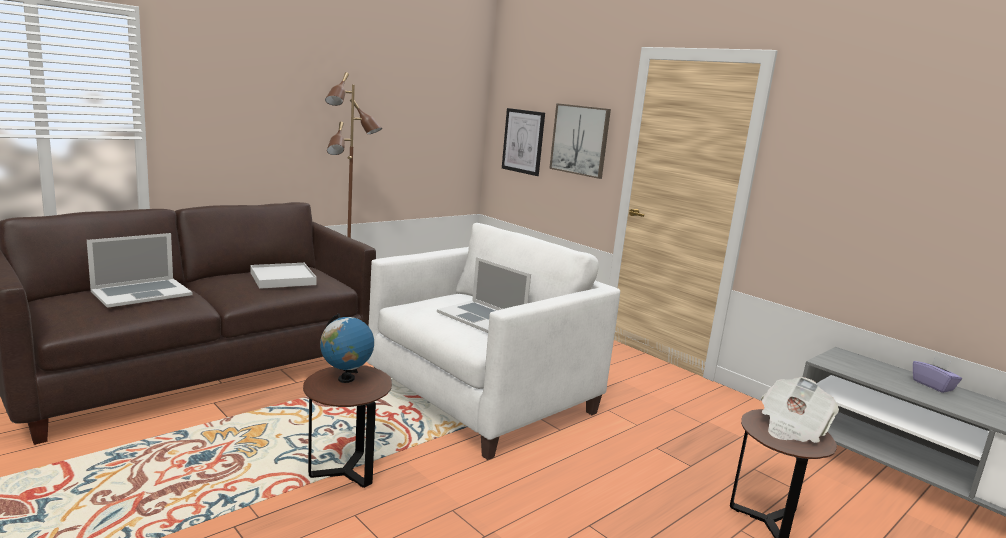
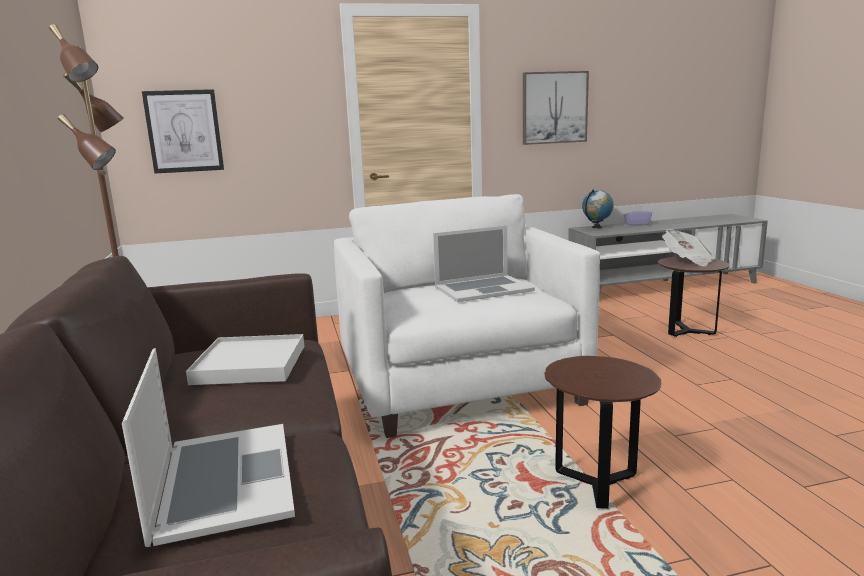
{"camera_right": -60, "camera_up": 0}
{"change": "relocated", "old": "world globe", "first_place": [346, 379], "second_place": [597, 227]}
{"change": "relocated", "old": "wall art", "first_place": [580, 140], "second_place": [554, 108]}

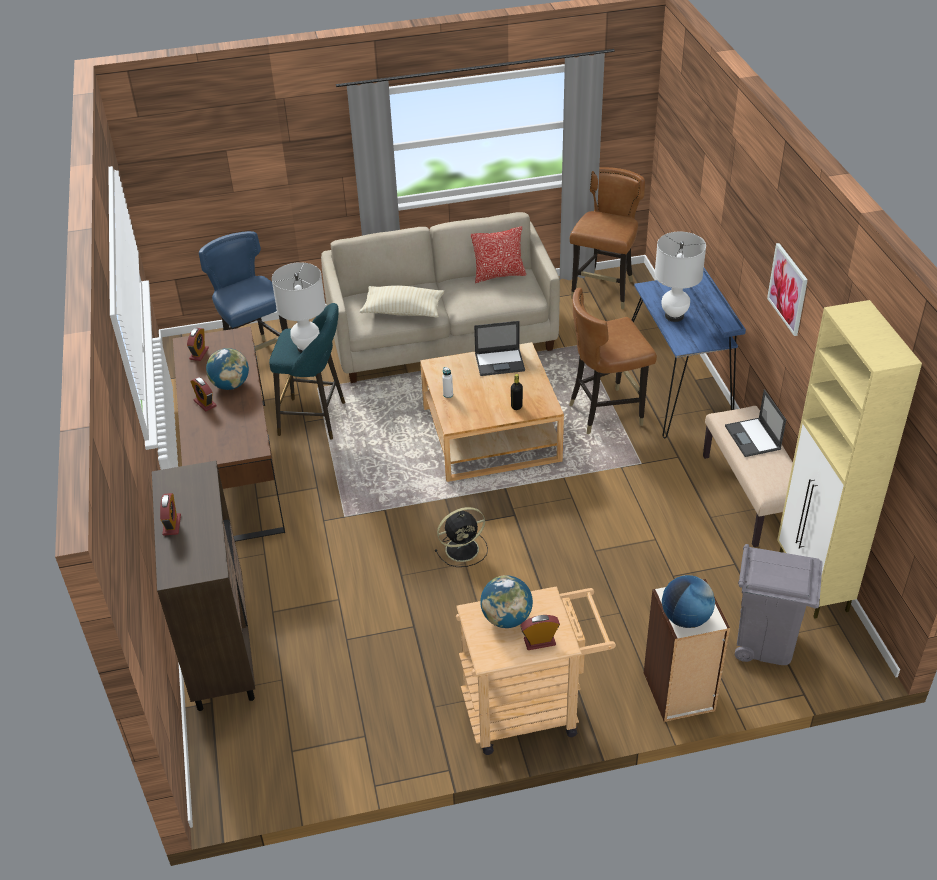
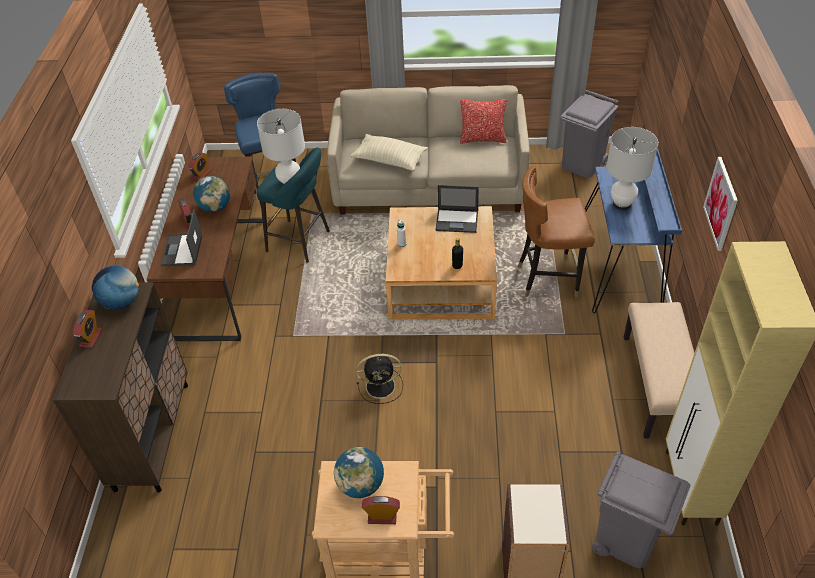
{"camera_right": 15, "camera_up": 5}
{"change": "exchanged", "old": "brown upright chair", "new": "greyish waste bin", "first_place": [604, 291], "second_place": [582, 164]}
{"change": "relocated", "old": "world globe", "first_place": [686, 618], "second_place": [122, 302]}
{"change": "relocated", "old": "notebook computer", "first_place": [753, 438], "second_place": [182, 251]}

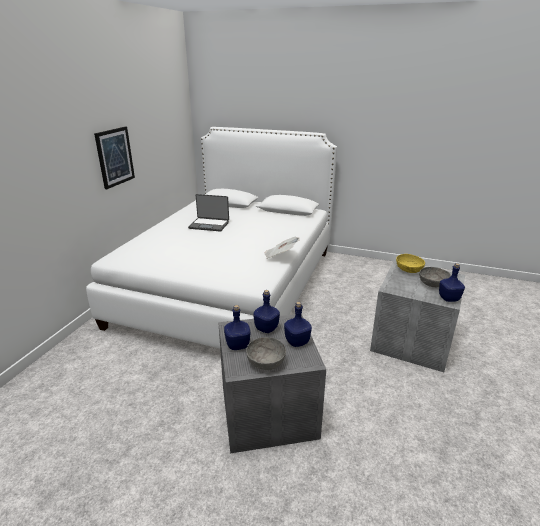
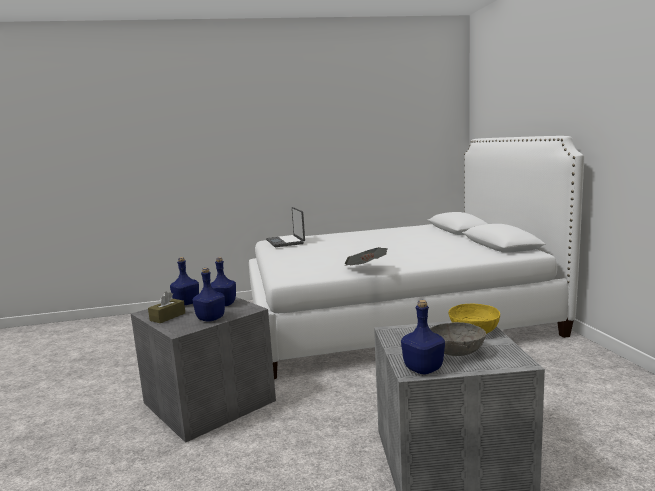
{"camera_right": 60, "camera_up": -15}
{"change": "missing", "old": "wall art", "first_place": [115, 157]}
{"change": "relocated", "old": "notebook computer", "first_place": [209, 225], "second_place": [286, 242]}
{"change": "exchanged", "old": "greyish deep dish", "new": "brown tissue box", "first_place": [266, 362], "second_place": [167, 317]}

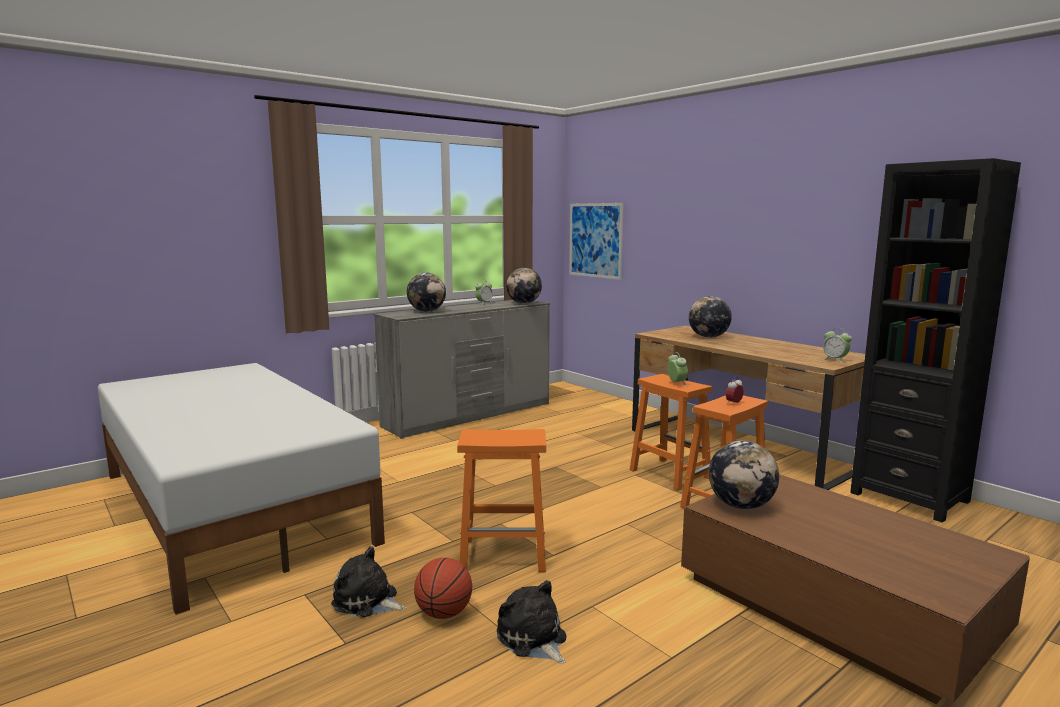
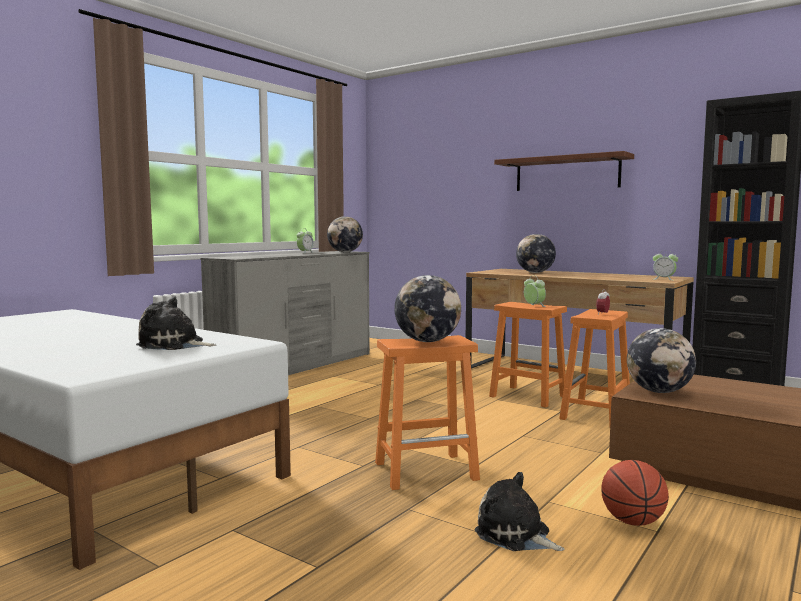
{"camera_right": -15, "camera_up": -5}
{"change": "relocated", "old": "soft toy", "first_place": [367, 601], "second_place": [174, 345]}
{"change": "relocated", "old": "world globe", "first_place": [427, 311], "second_place": [427, 341]}
{"change": "relocated", "old": "basketball", "first_place": [444, 613], "second_place": [633, 522]}
{"change": "missing", "old": "wall art", "first_place": [595, 240]}
{"change": "appeared", "new": "brown bracket shelf", "second_place": [566, 173]}

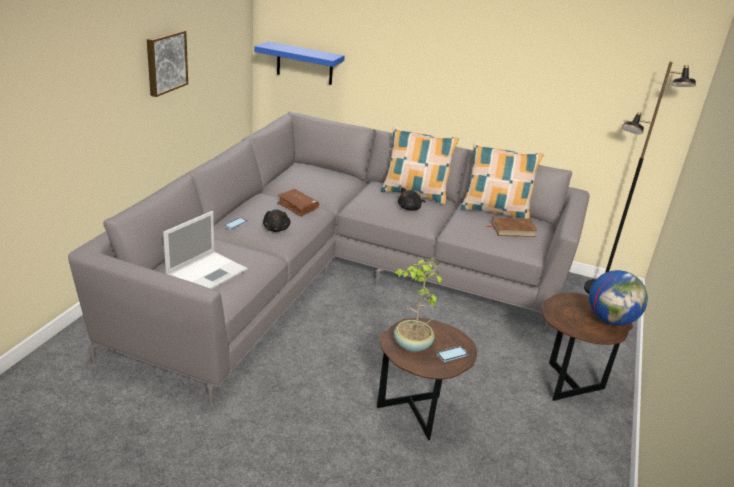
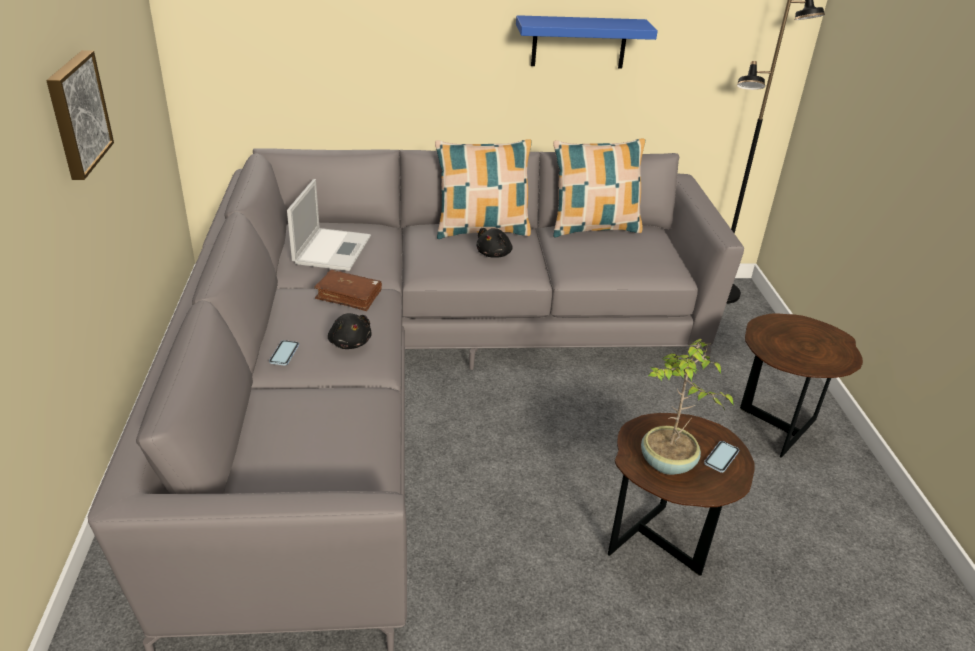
{"camera_right": -25, "camera_up": 5}
{"change": "relocated", "old": "notebook computer", "first_place": [208, 272], "second_place": [332, 249]}
{"change": "relocated", "old": "blue-coloured bracket shelf", "first_place": [304, 63], "second_place": [579, 42]}
{"change": "missing", "old": "brown bound book", "first_place": [512, 230]}
{"change": "missing", "old": "world globe", "first_place": [610, 320]}

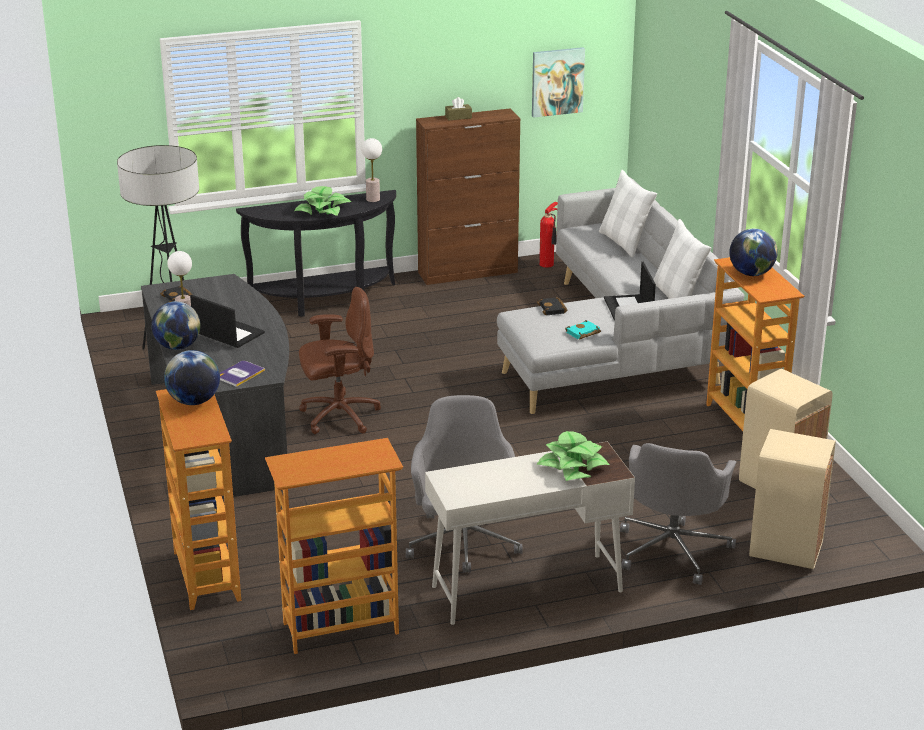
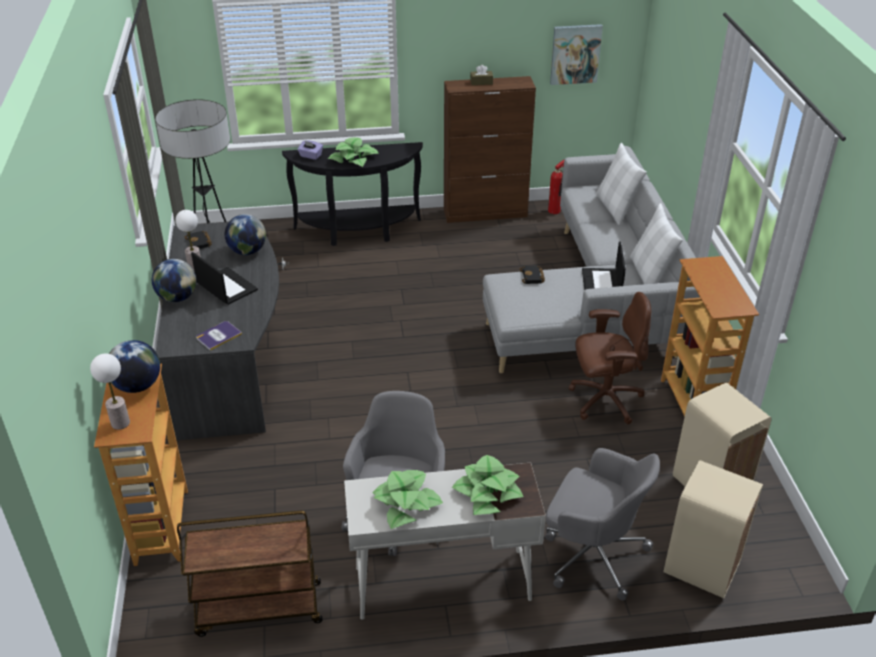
{"camera_right": 10, "camera_up": 10}
{"change": "exchanged", "old": "bookshelf", "new": "brown trolley", "first_place": [340, 629], "second_place": [258, 609]}
{"change": "relocated", "old": "brown desk chair", "first_place": [338, 416], "second_place": [604, 400]}
{"change": "relocated", "old": "lamp for a table", "first_place": [373, 199], "second_place": [120, 423]}
{"change": "missing", "old": "turquoise-coloured bound book", "first_place": [583, 333]}
{"change": "spun", "old": "greyish desk chair", "first_place": [673, 549], "second_place": [592, 553], "degrees": -90}
{"change": "relocated", "old": "world globe", "first_place": [751, 273], "second_place": [247, 251]}
{"change": "appeared", "new": "purple tissue box", "second_place": [310, 156]}
{"change": "appeared", "new": "houseplant", "second_place": [406, 503]}

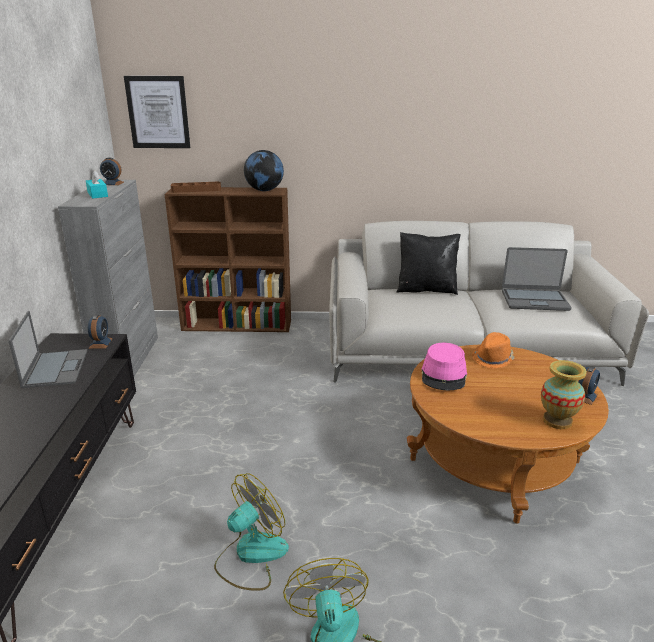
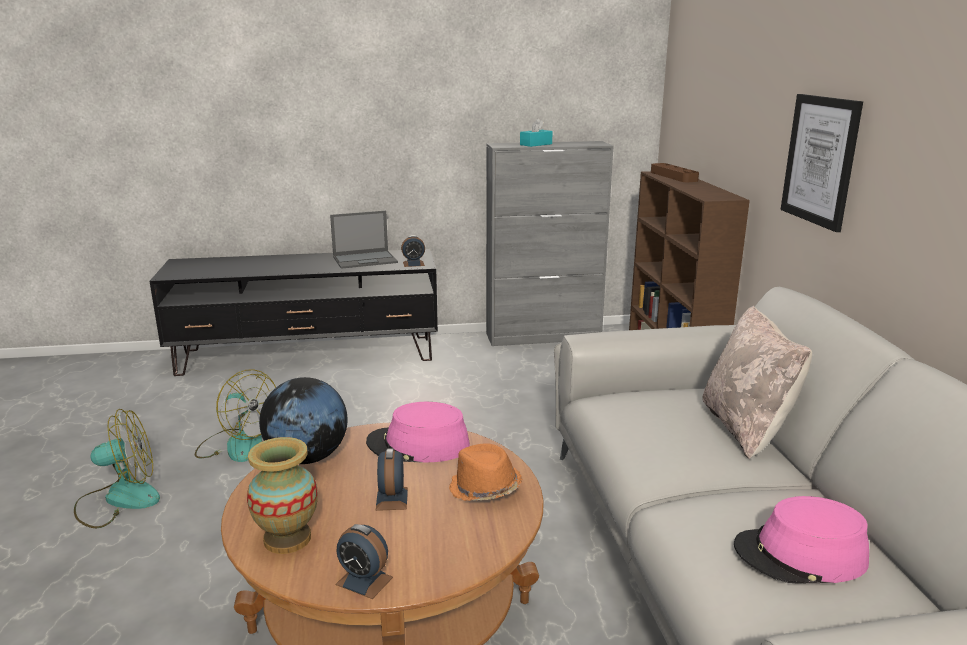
{"camera_right": 80, "camera_up": -5}
{"change": "relocated", "old": "bedside clock", "first_place": [113, 183], "second_place": [392, 498]}
{"change": "relocated", "old": "wall art", "first_place": [158, 112], "second_place": [820, 160]}
{"change": "relocated", "old": "world globe", "first_place": [264, 190], "second_place": [307, 457]}
{"change": "colour", "old": "blackish pillow", "new": "beige pillow", "first_place": [426, 289], "second_place": [746, 429]}
{"change": "exchanged", "old": "notebook computer", "new": "pink-coloured clothing hat", "first_place": [534, 300], "second_place": [800, 555]}

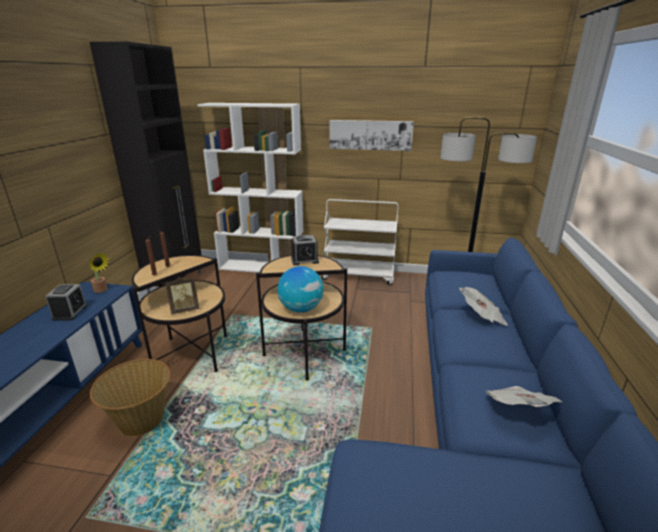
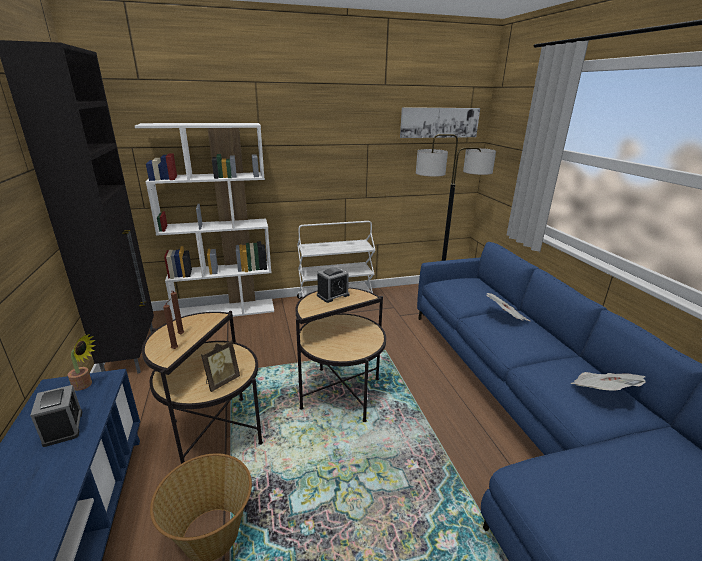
{"camera_right": -25, "camera_up": 0}
{"change": "missing", "old": "world globe", "first_place": [301, 309]}
{"change": "relocated", "old": "wall art", "first_place": [370, 135], "second_place": [439, 122]}

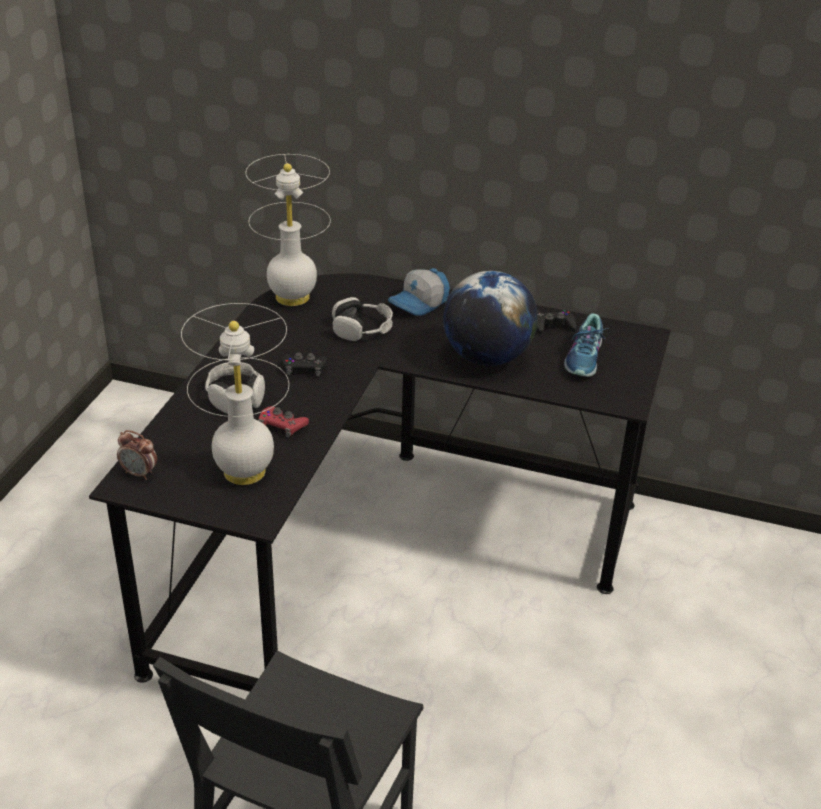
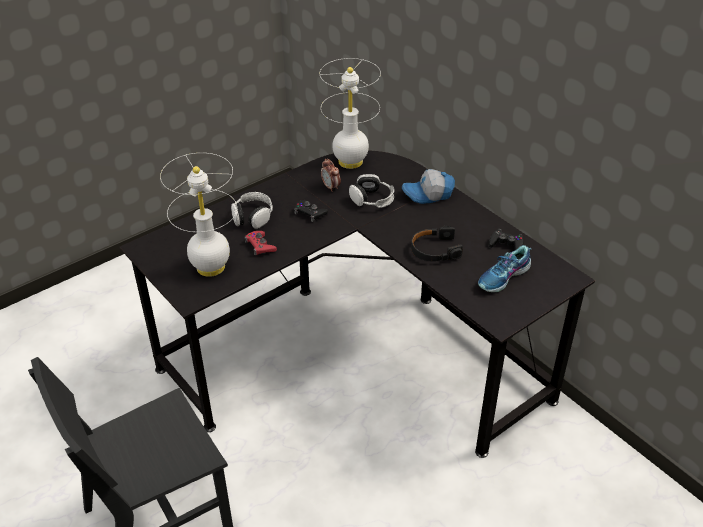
{"camera_right": 35, "camera_up": 5}
{"change": "relocated", "old": "bedside clock", "first_place": [139, 473], "second_place": [331, 187]}
{"change": "exchanged", "old": "world globe", "new": "blackish headset", "first_place": [487, 357], "second_place": [434, 250]}

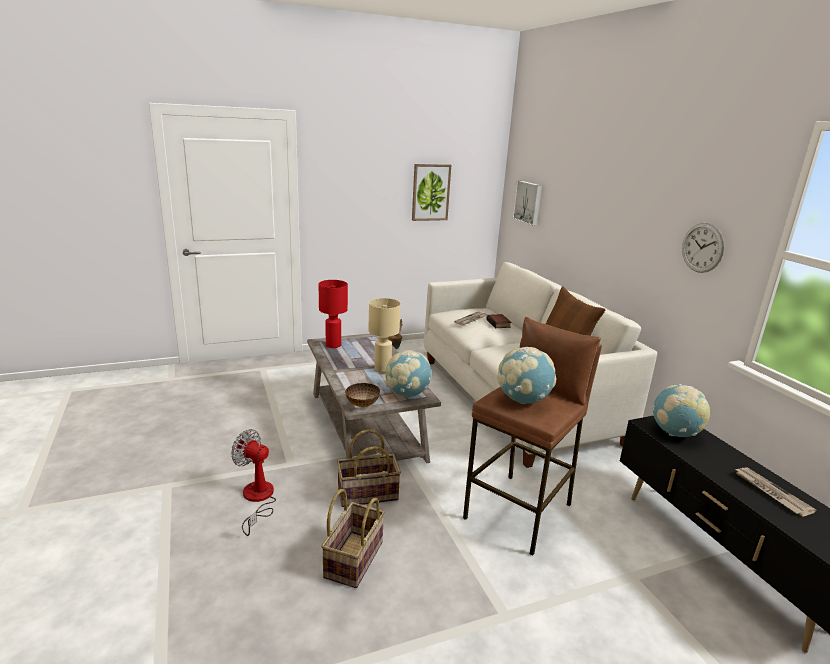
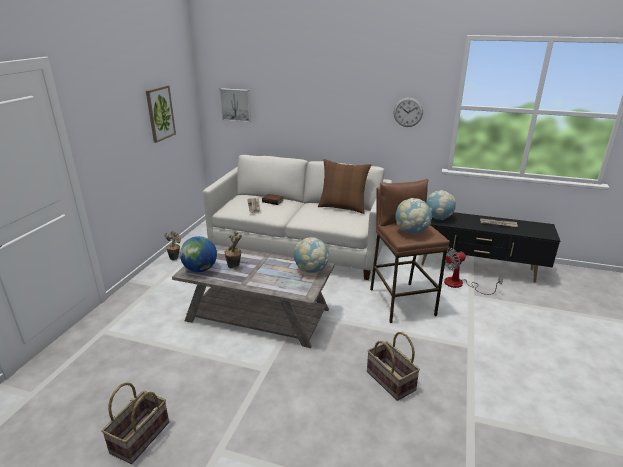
{"camera_right": -50, "camera_up": 5}
{"change": "relocated", "old": "cooling fan", "first_place": [257, 499], "second_place": [460, 284]}
{"change": "exchanged", "old": "red-coloured lamp for a table", "new": "world globe", "first_place": [333, 345], "second_place": [200, 269]}
{"change": "relocated", "old": "household basket", "first_place": [367, 495], "second_place": [141, 438]}
{"change": "missing", "old": "deep dish", "first_place": [362, 405]}
{"change": "missing", "old": "beige lamp for a table", "first_place": [383, 369]}
{"change": "appeared", "new": "houseplant", "second_place": [234, 266]}

